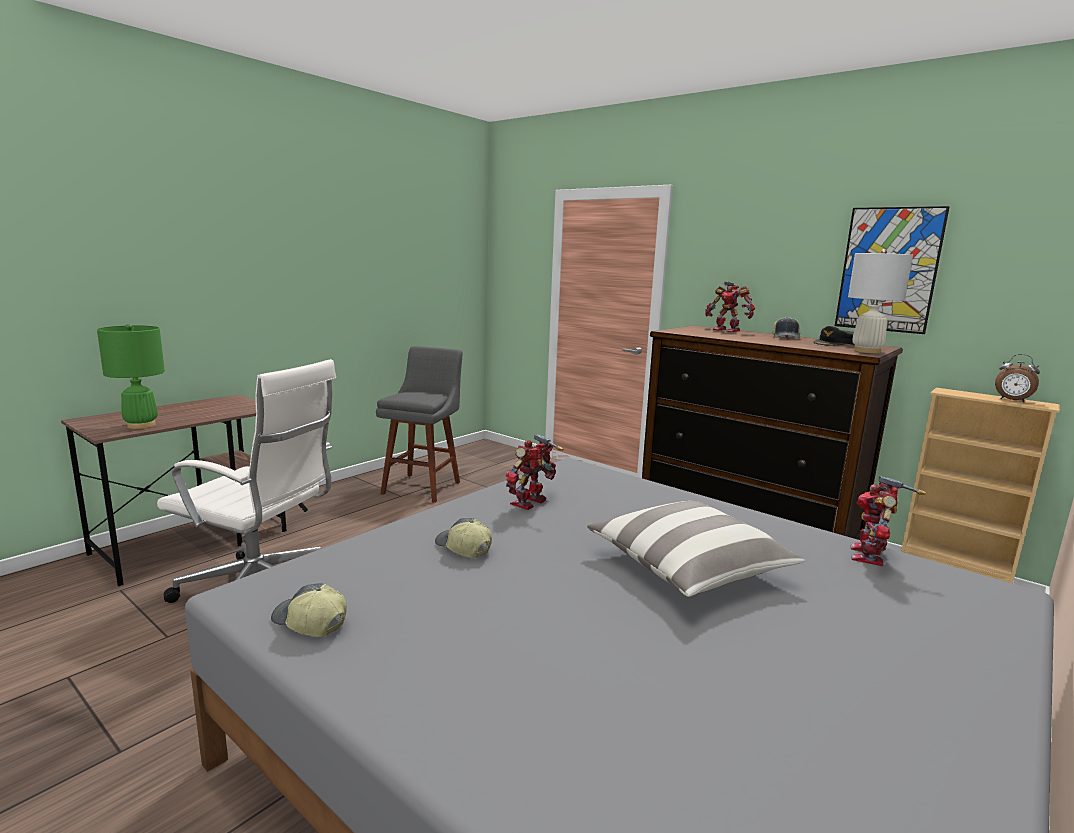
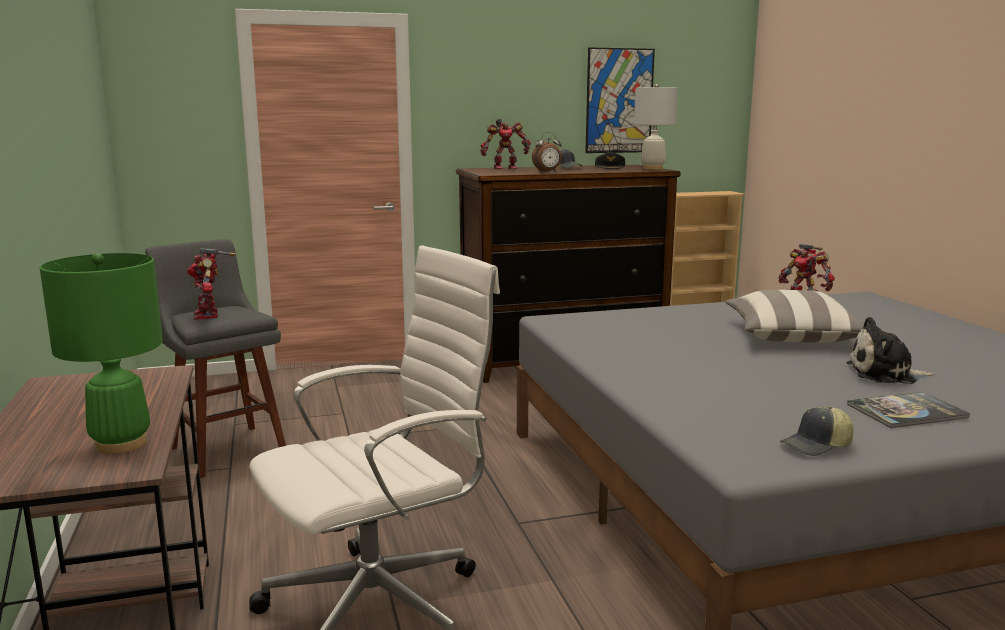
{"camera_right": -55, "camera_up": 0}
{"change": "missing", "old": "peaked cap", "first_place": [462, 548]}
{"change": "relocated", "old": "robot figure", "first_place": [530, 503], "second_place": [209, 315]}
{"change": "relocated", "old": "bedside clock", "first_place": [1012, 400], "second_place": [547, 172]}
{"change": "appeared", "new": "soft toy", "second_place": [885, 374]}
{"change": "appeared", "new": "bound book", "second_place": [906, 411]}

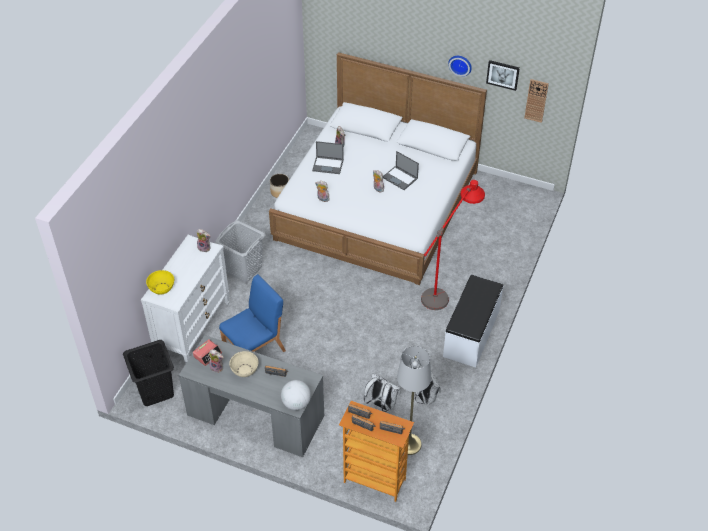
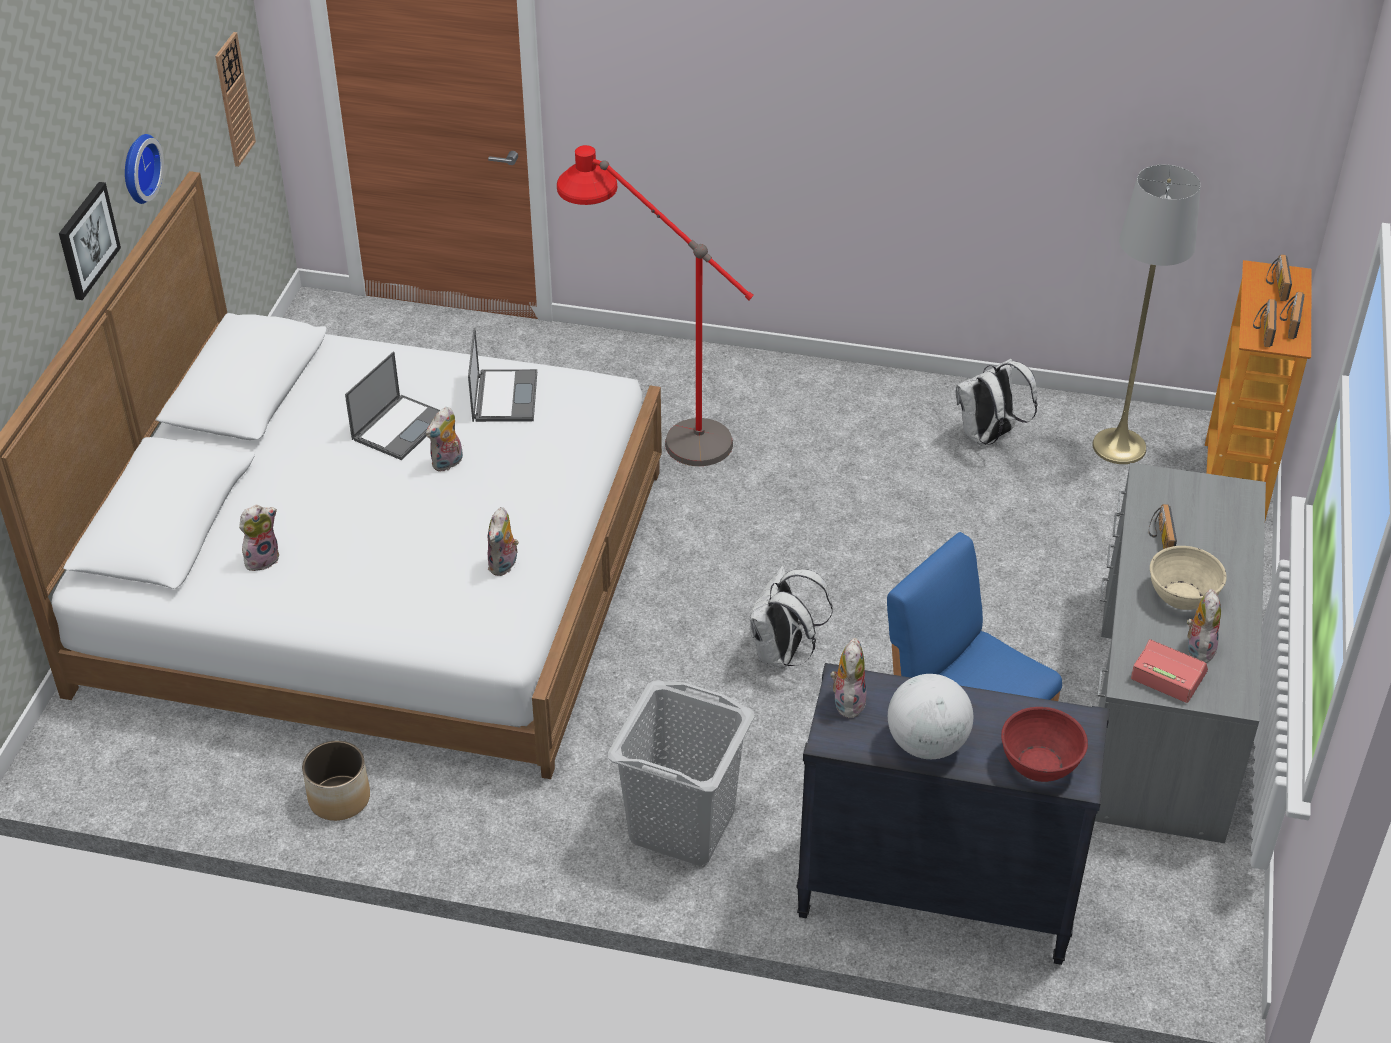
{"camera_right": -100, "camera_up": -5}
{"change": "missing", "old": "blackish washing basket", "first_place": [155, 390]}
{"change": "colour", "old": "whitish drawer chest", "new": "blackish drawer chest", "first_place": [193, 327], "second_place": [934, 898]}
{"change": "colour", "old": "yellow-coloured deep dish", "new": "red-coloured deep dish", "first_place": [162, 288], "second_place": [1040, 763]}
{"change": "relocated", "old": "world globe", "first_place": [296, 403], "second_place": [927, 744]}
{"change": "relocated", "old": "notebook computer", "first_place": [328, 165], "second_place": [504, 396]}
{"change": "relocated", "old": "whitish backpack", "first_place": [381, 404], "second_place": [782, 654]}
{"change": "missing", "old": "whitish indoor bench", "first_place": [472, 333]}
{"change": "relocated", "old": "wall art", "first_place": [503, 74], "second_place": [87, 240]}

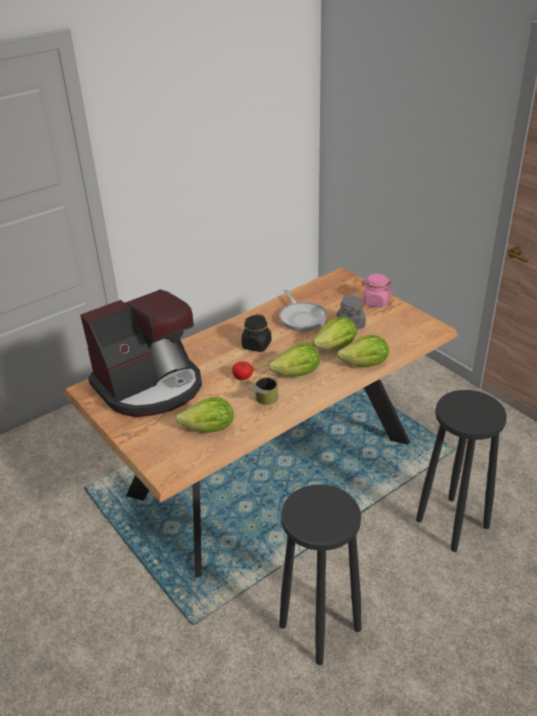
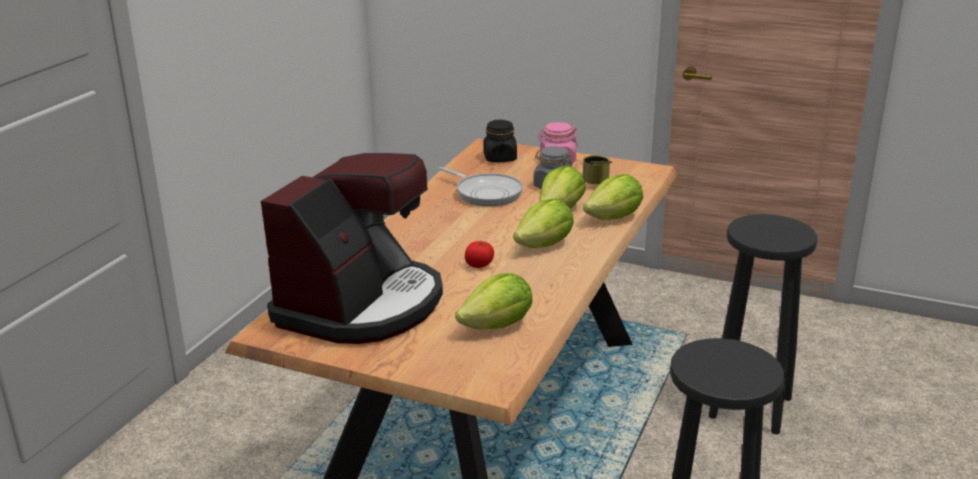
{"camera_right": -30, "camera_up": -10}
{"change": "relocated", "old": "blackish preserve jar", "first_place": [256, 345], "second_place": [500, 158]}
{"change": "relocated", "old": "metal can", "first_place": [263, 401], "second_place": [596, 182]}

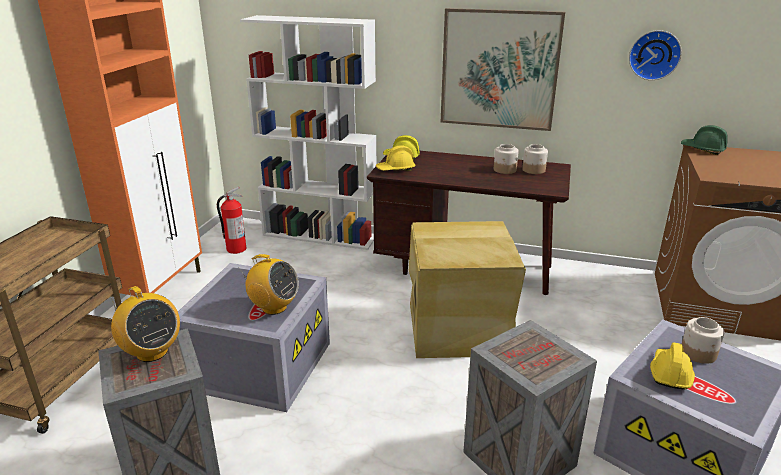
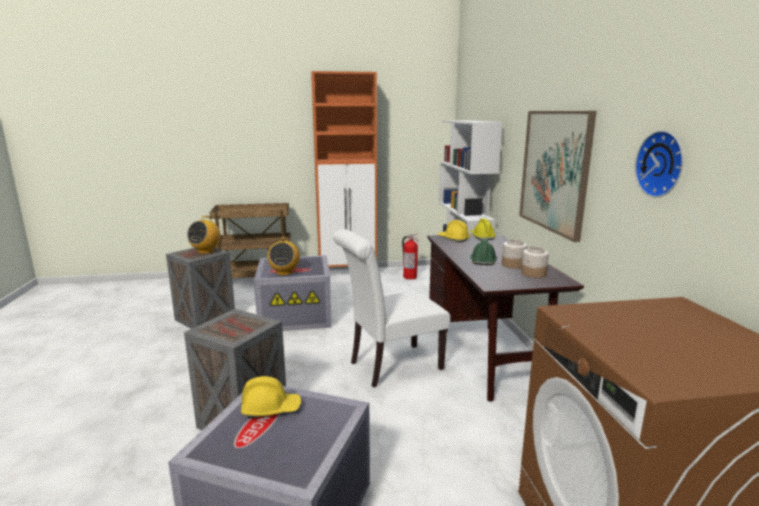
{"camera_right": 65, "camera_up": -10}
{"change": "exchanged", "old": "beige storage box", "new": "whitish upright chair", "first_place": [457, 327], "second_place": [390, 366]}
{"change": "relocated", "old": "greenish safety helmet", "first_place": [702, 149], "second_place": [483, 260]}
{"change": "missing", "old": "preserve jar", "first_place": [698, 353]}

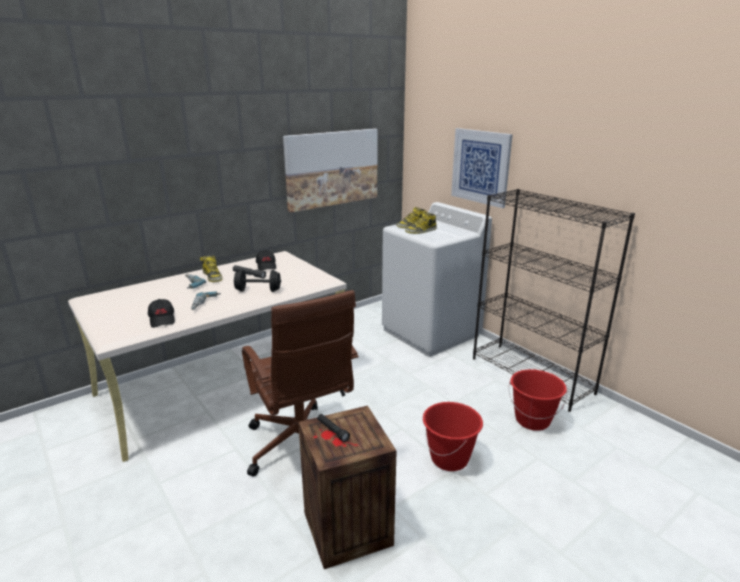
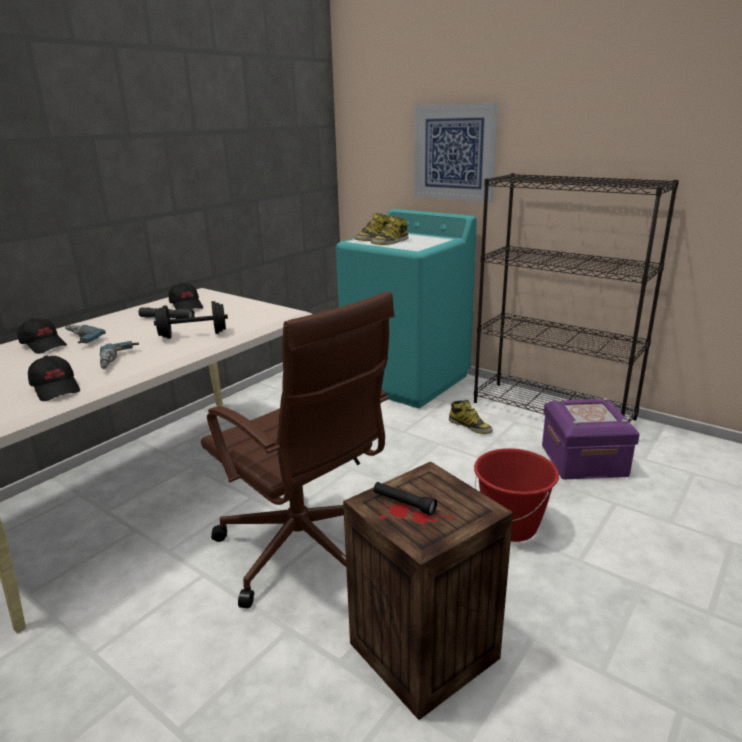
{"camera_right": -15, "camera_up": 0}
{"change": "relocated", "old": "tall boot", "first_place": [212, 276], "second_place": [470, 426]}
{"change": "missing", "old": "wall art", "first_place": [332, 168]}
{"change": "colour", "old": "whitish laundry machine", "new": "turquoise-coloured laundry machine", "first_place": [431, 333], "second_place": [407, 380]}
{"change": "exchanged", "old": "red-coloured bucket", "new": "purple storage box", "first_place": [532, 420], "second_place": [583, 461]}
{"change": "appeared", "new": "blackish peaked cap", "second_place": [44, 345]}

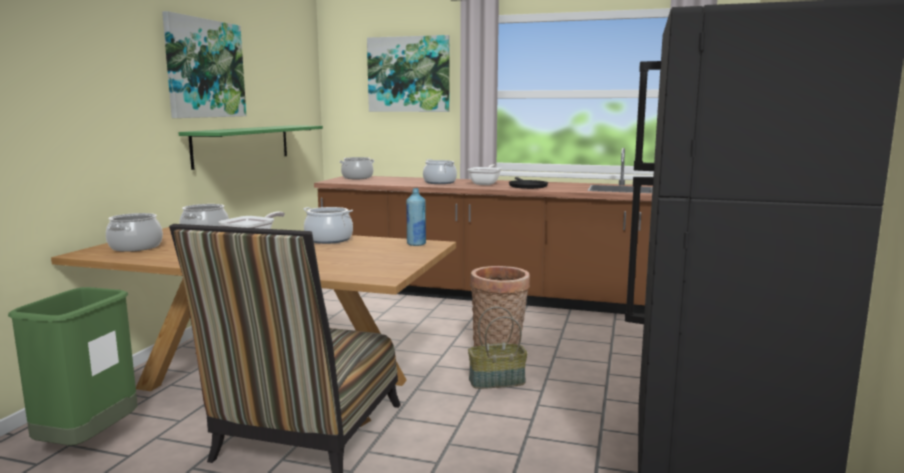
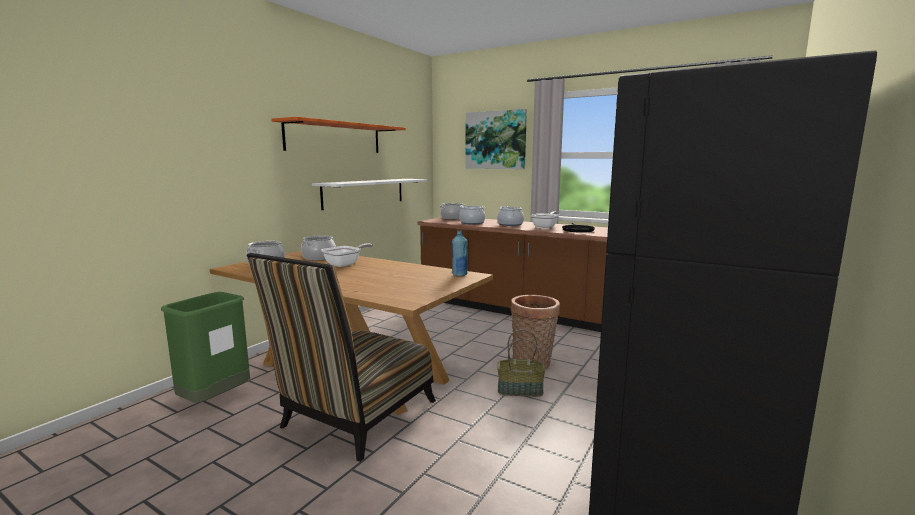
{"camera_right": 15, "camera_up": 0}
{"change": "exchanged", "old": "wall art", "new": "orangey bracket shelf", "first_place": [205, 68], "second_place": [335, 138]}
{"change": "colour", "old": "greenish bracket shelf", "new": "whitish bracket shelf", "first_place": [243, 145], "second_place": [364, 193]}
{"change": "relocated", "old": "cooking pot", "first_place": [329, 240], "second_place": [472, 223]}

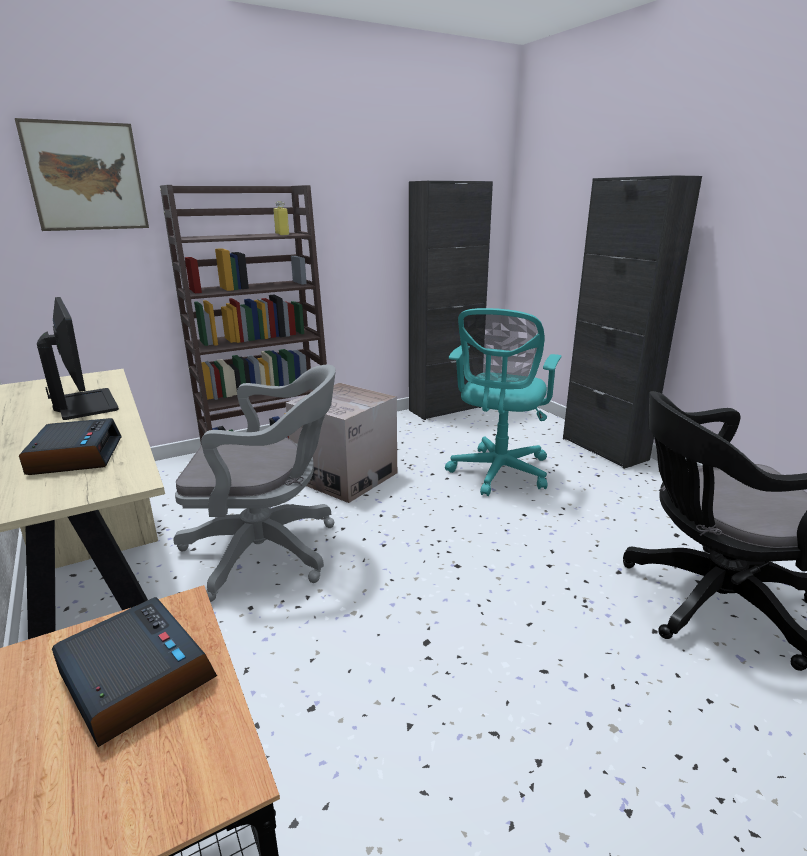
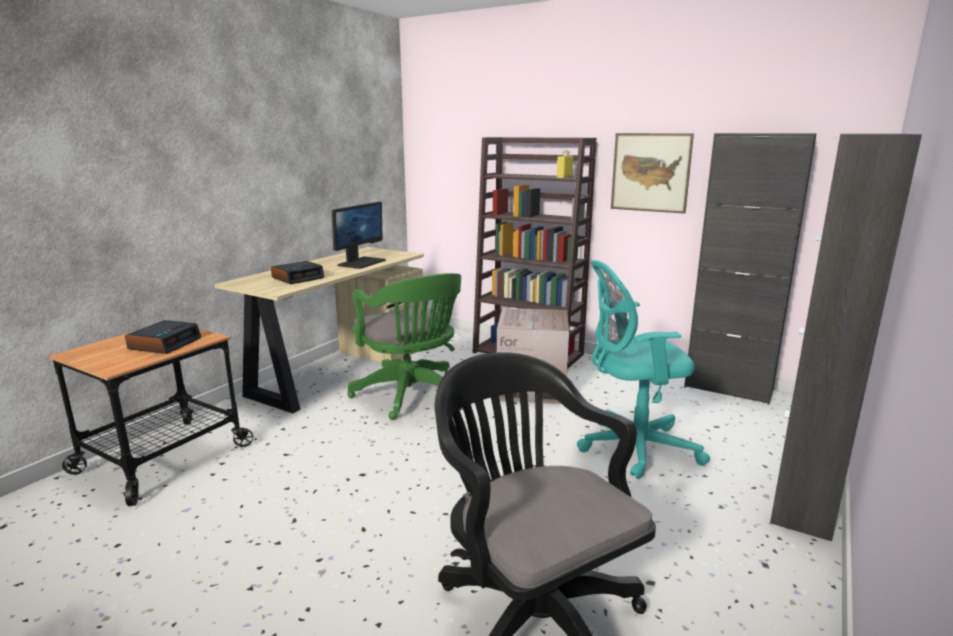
{"camera_right": 60, "camera_up": -5}
{"change": "relocated", "old": "wall art", "first_place": [86, 177], "second_place": [650, 172]}
{"change": "colour", "old": "greyish desk chair", "new": "greenish desk chair", "first_place": [269, 551], "second_place": [411, 396]}

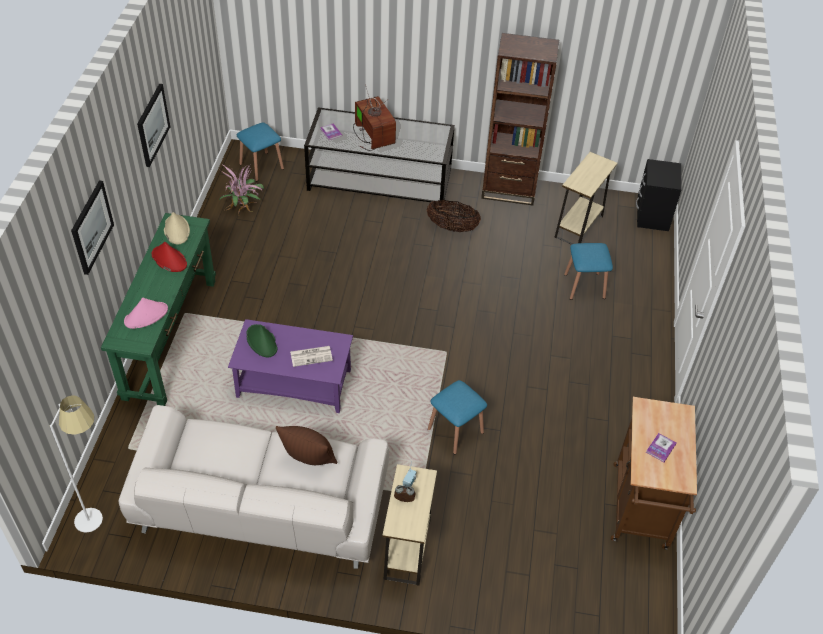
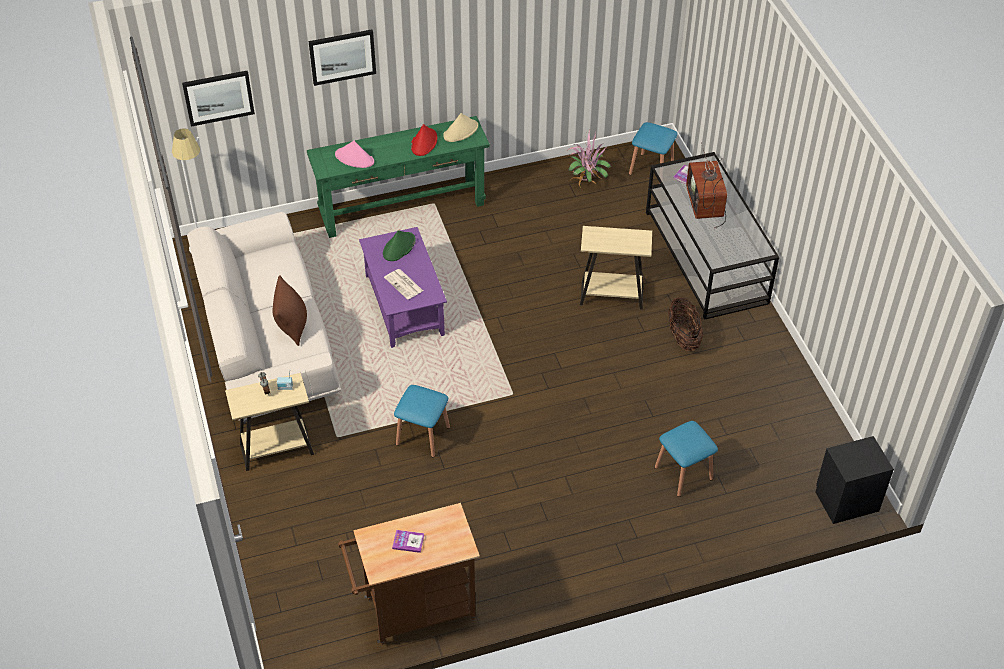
{"camera_right": 65, "camera_up": 0}
{"change": "relocated", "old": "wall art", "first_place": [152, 125], "second_place": [218, 97]}
{"change": "spun", "old": "TV set", "first_place": [372, 136], "second_place": [706, 205], "degrees": 135}
{"change": "missing", "old": "brown bookshelf", "first_place": [509, 190]}
{"change": "relocated", "old": "beige end table", "first_place": [578, 226], "second_place": [611, 296]}

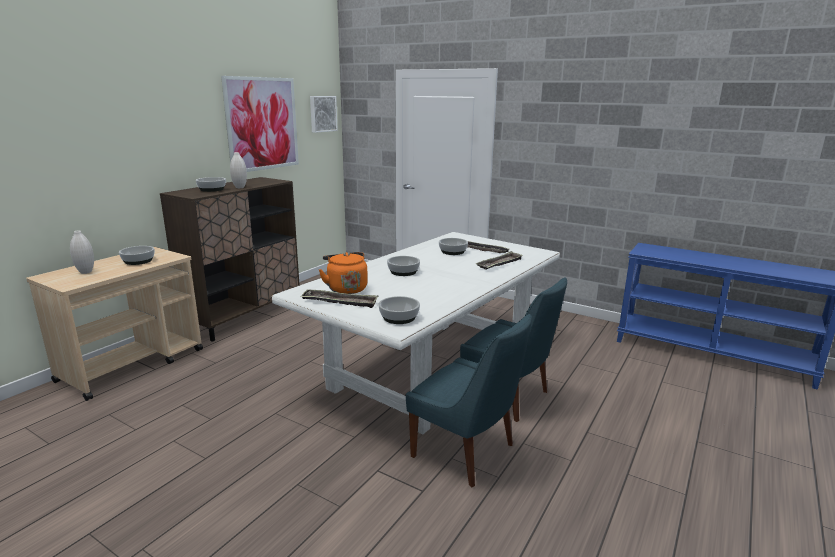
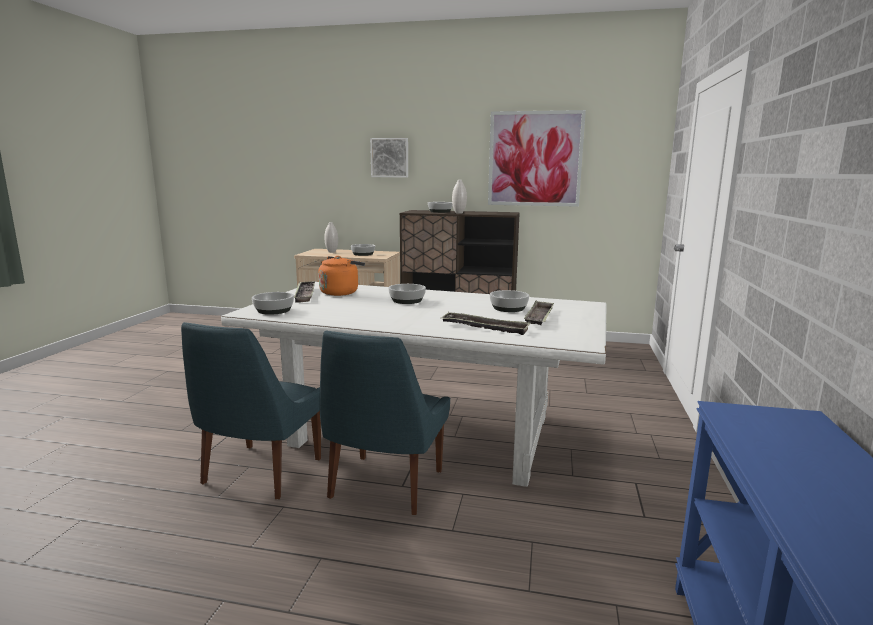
{"camera_right": 70, "camera_up": -5}
{"change": "relocated", "old": "wall art", "first_place": [322, 113], "second_place": [390, 157]}

